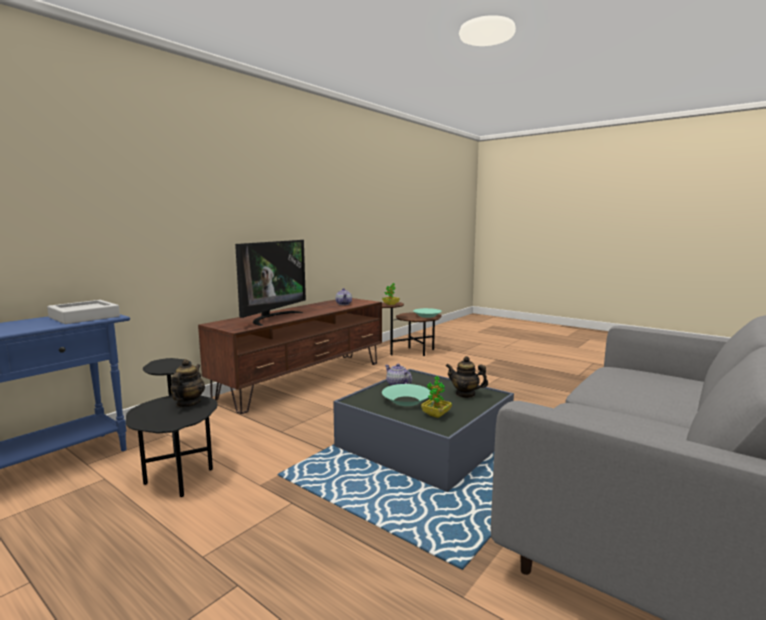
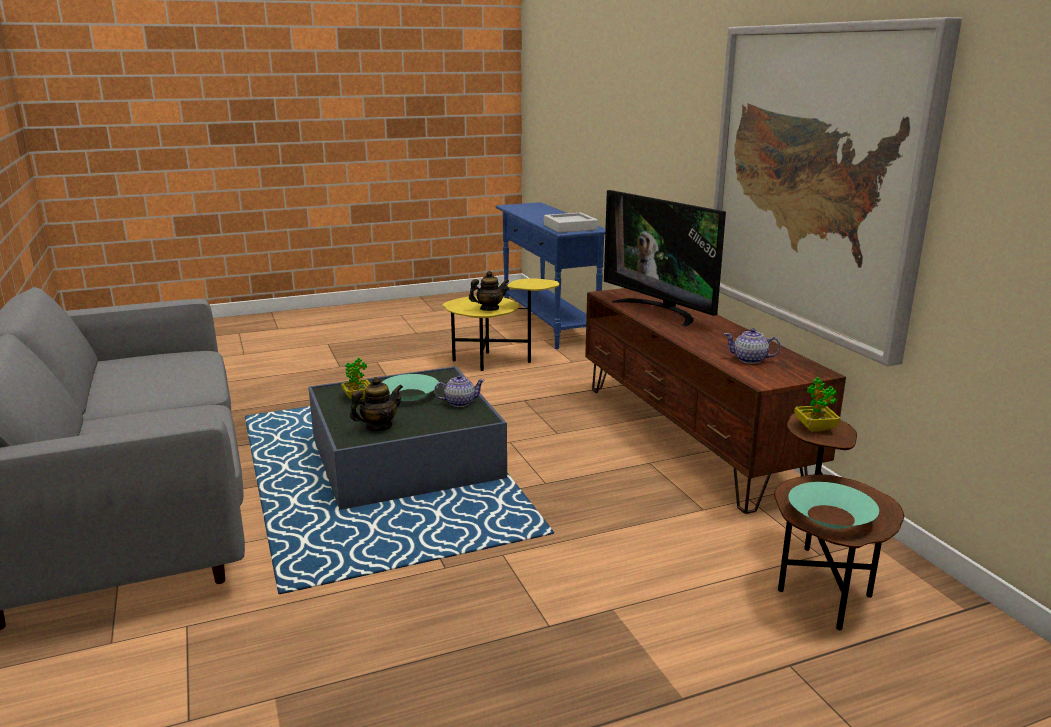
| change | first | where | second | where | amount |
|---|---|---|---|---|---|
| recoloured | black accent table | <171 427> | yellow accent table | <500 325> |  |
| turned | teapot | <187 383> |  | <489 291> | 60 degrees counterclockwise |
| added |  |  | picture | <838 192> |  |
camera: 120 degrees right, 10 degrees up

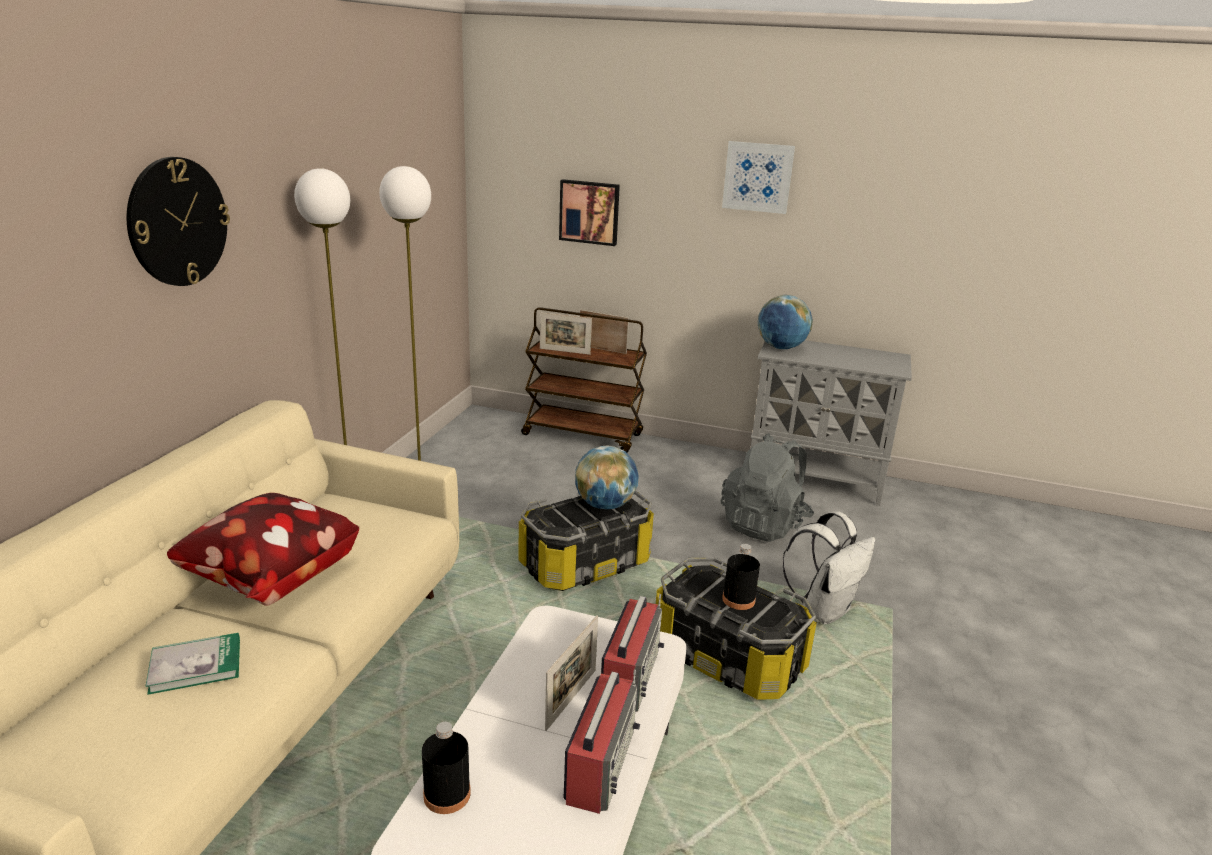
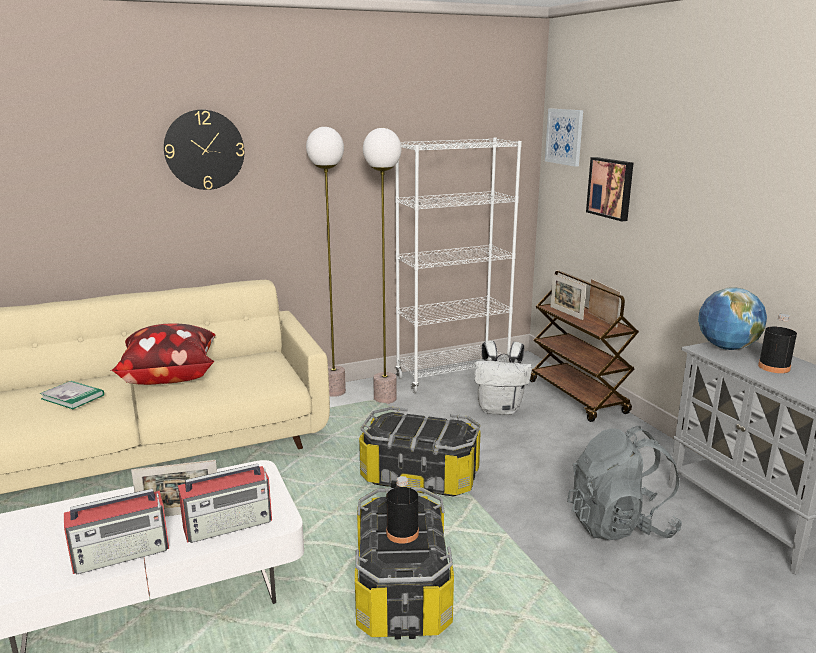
| change | first | where | second | where | amount |
|---|---|---|---|---|---|
| added |  |  | white bookshelf | <458 265> |  |
| moved | white rucksack | <829 567> |  | <503 378> |  |
| moved | picture | <758 177> |  | <564 138> |  |
| moved | black drink bottle | <446 768> |  | <777 343> |  |
| removed | desk globe | <607 477> |  |  |  |
camera: 50 degrees right, 5 degrees down

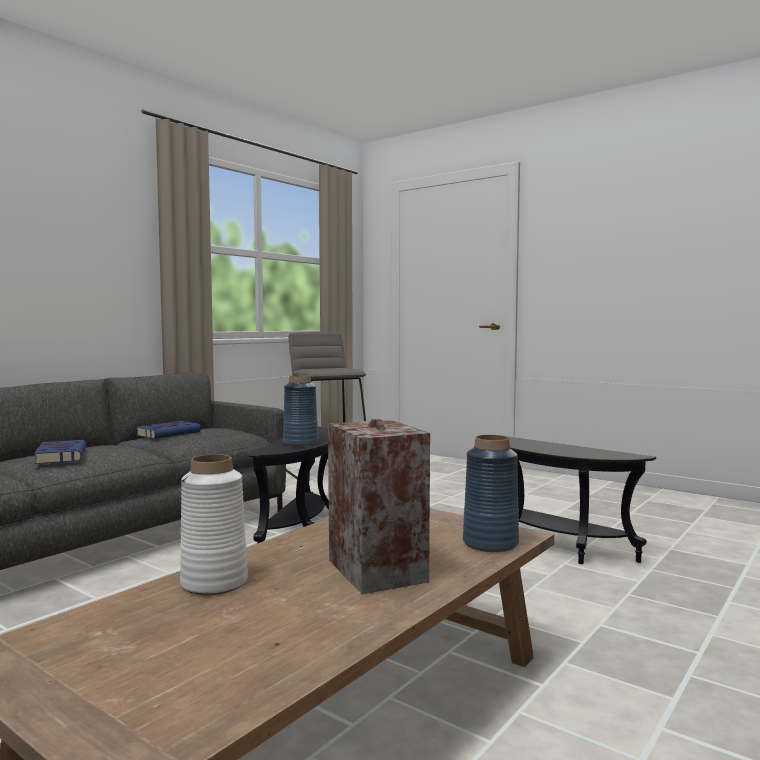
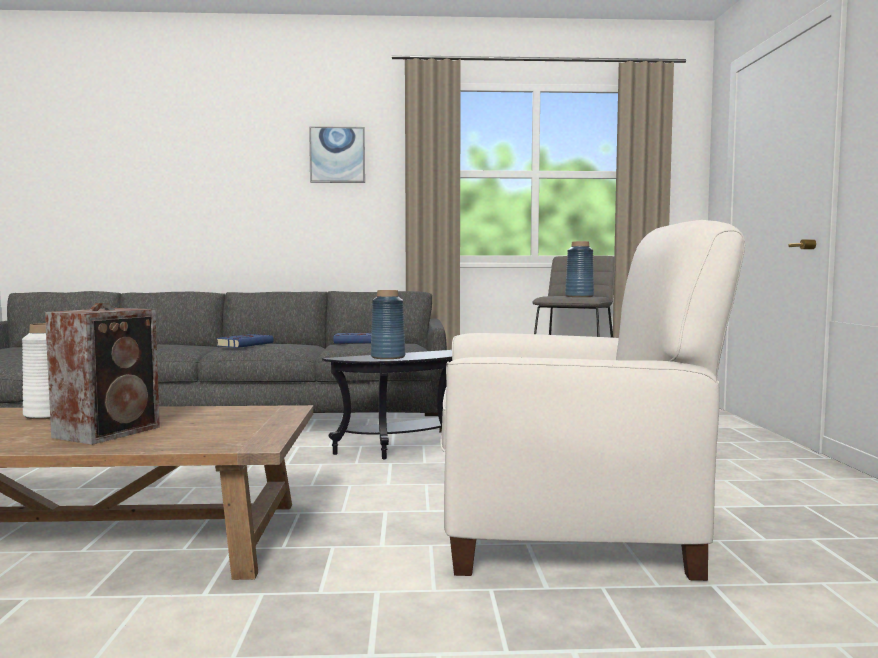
| change | first | where | second | where | amount |
|---|---|---|---|---|---|
| added |  |  | picture | <337 154> |  |
| replaced | black accent table | <582 500> | white armchair | <592 400> |  |
| moved | bluish vase | <491 493> |  | <579 269> |  |
camera: 50 degrees right, 0 degrees up

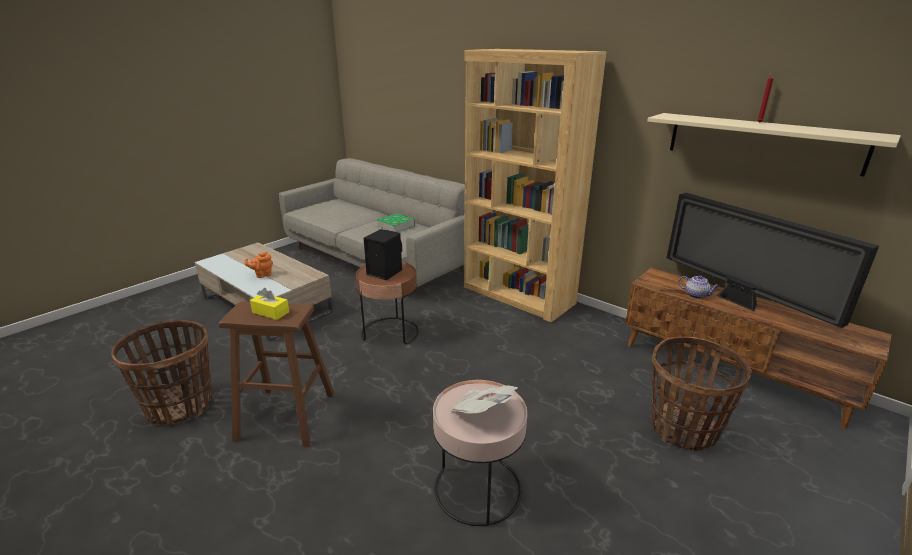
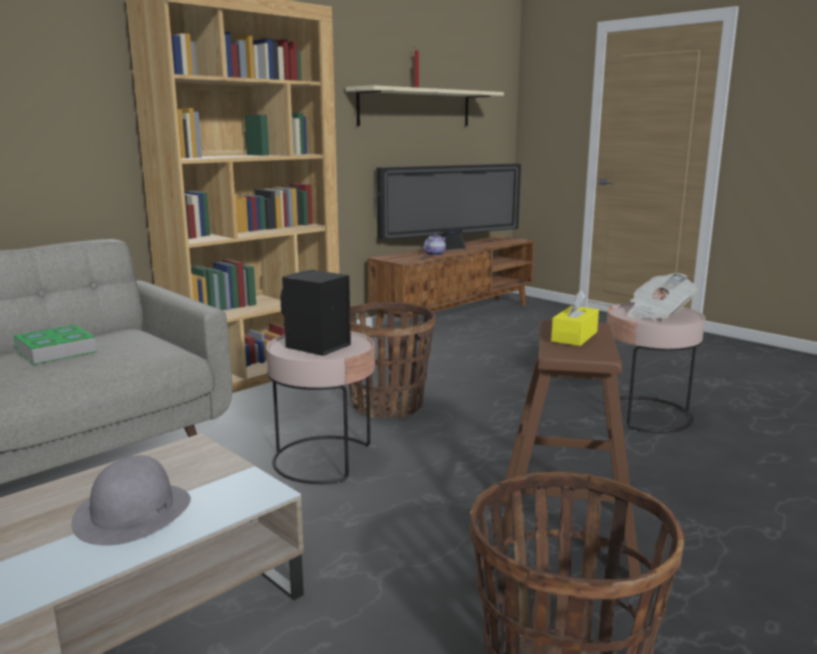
| change | first | where | second | where | amount |
|---|---|---|---|---|---|
| replaced | orange-coloured teapot | <259 265> | gray wearable hat | <131 500> |  |
| recoloured | brown accent table | <387 303> | pink-coloured accent table | <320 407> |  |
| moved | storage basket | <701 394> |  | <392 360> |  |
camera: 85 degrees left, 10 degrees down

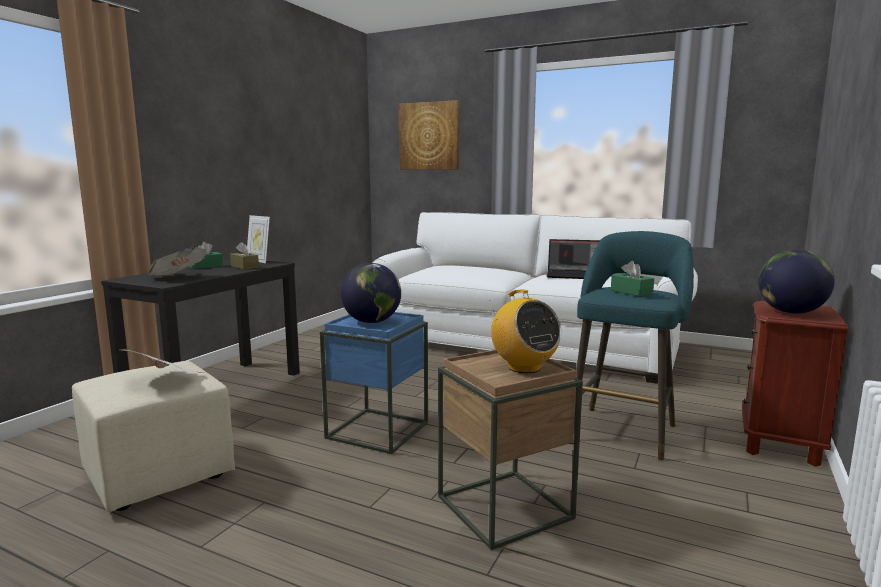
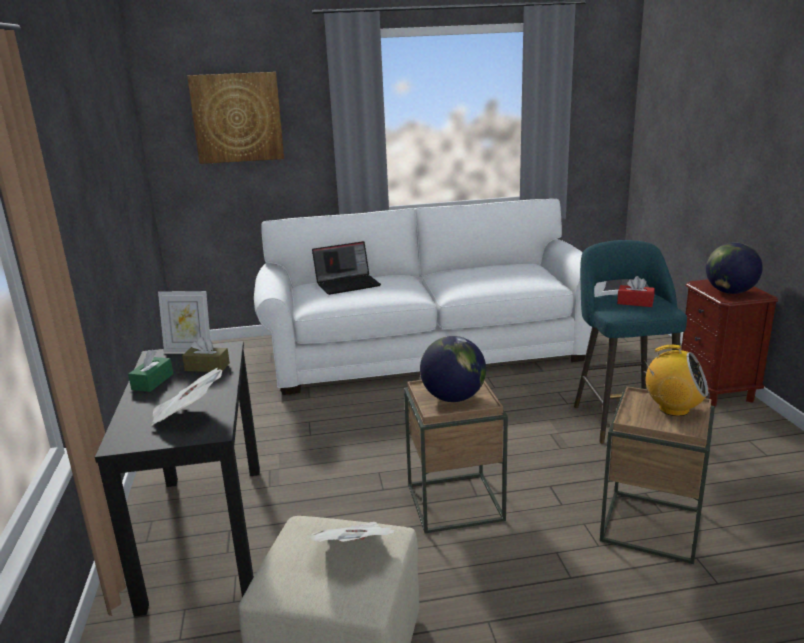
| change | first | where | second | where | amount |
|---|---|---|---|---|---|
| moved | portable computer | <573 259> |  | <346 268> |  |
| recoloured | bluish accent table | <374 383> | brown accent table | <456 457> |  |
| recoloured | greenish tissue holder | <632 278> | reddish tissue holder | <636 291> |  |
camera: 35 degrees left, 10 degrees up

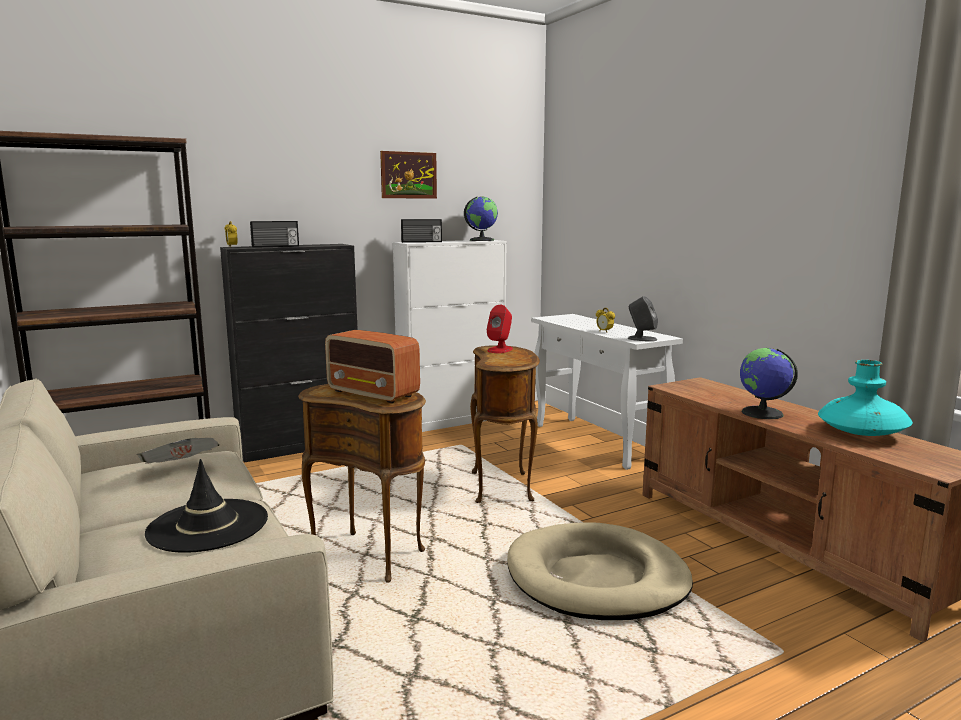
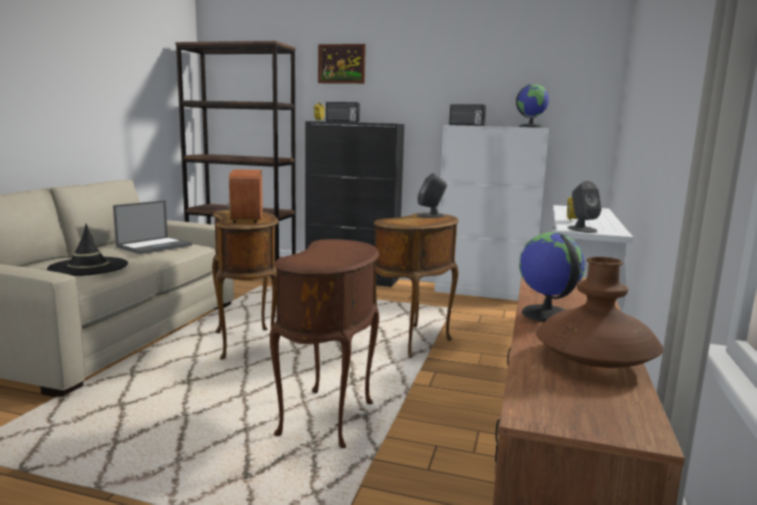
| change | first | where | second | where | amount |
|---|---|---|---|---|---|
| replaced | newspaper | <178 450> | portable computer | <152 227> |  |
| replaced | sand-coloured dog cushion | <600 571> | brown accent table | <324 343> |  |
| moved | picture | <408 174> |  | <342 64> |  |
| recoloured | reddish speaker | <500 329> | gray speaker | <432 195> |  |
| recoloured | turquoise vase | <865 398> | brown vase | <599 312> |  |
camera: 45 degrees right, 0 degrees up

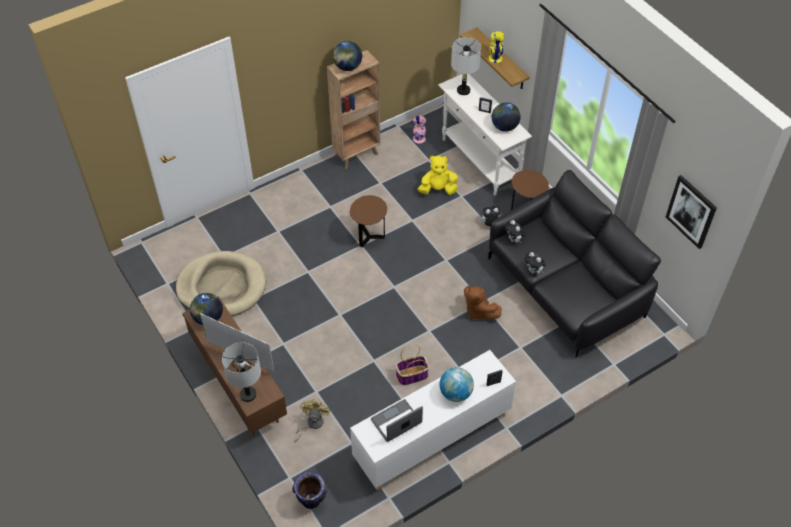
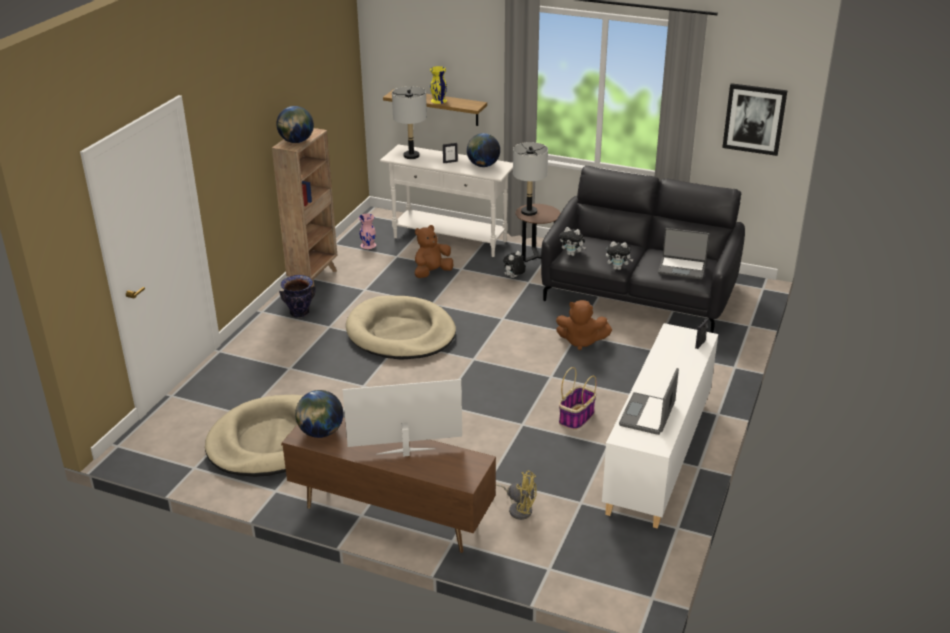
| change | first | where | second | where | amount |
|---|---|---|---|---|---|
| moved | vase | <310 490> |  | <297 296> |  |
| replaced | brown accent table | <368 221> | sand-coloured dog cushion | <401 328> |  |
| recoloured | yellow plush toy | <438 175> | brown plush toy | <434 251> |  |
| turned | yellow cooling fan | <312 420> |  | <516 495> | 135 degrees clockwise |
| moved | gray table lamp | <241 372> |  | <530 179> |  |
| added |  |  | portable computer | <683 254> |  |
| removed | desk globe | <456 384> |  |  |  |
camera: 35 degrees left, 20 degrees down

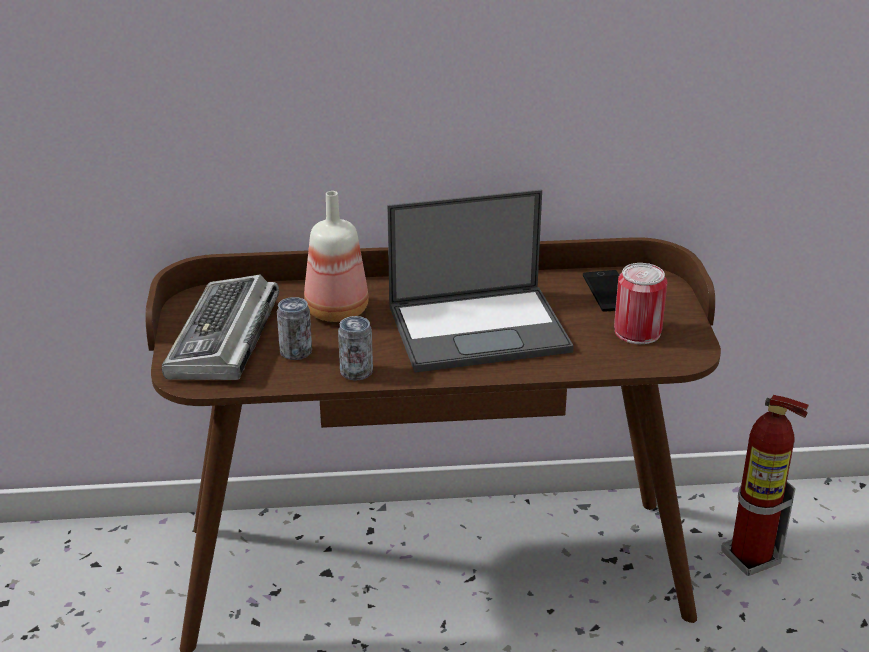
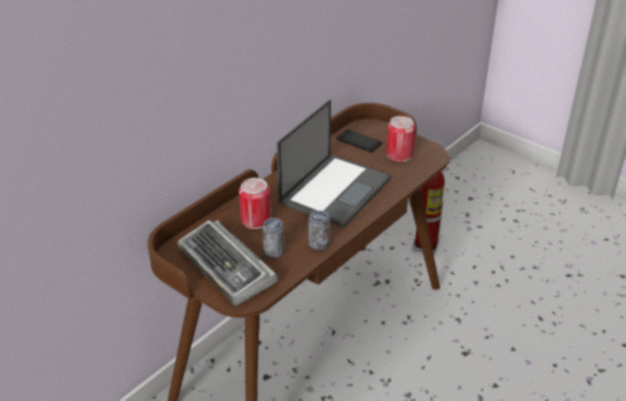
| change | first | where | second | where | amount |
|---|---|---|---|---|---|
| replaced | drink bottle | <336 256> | sealed can | <255 203> |  |
camera: 45 degrees left, 5 degrees up

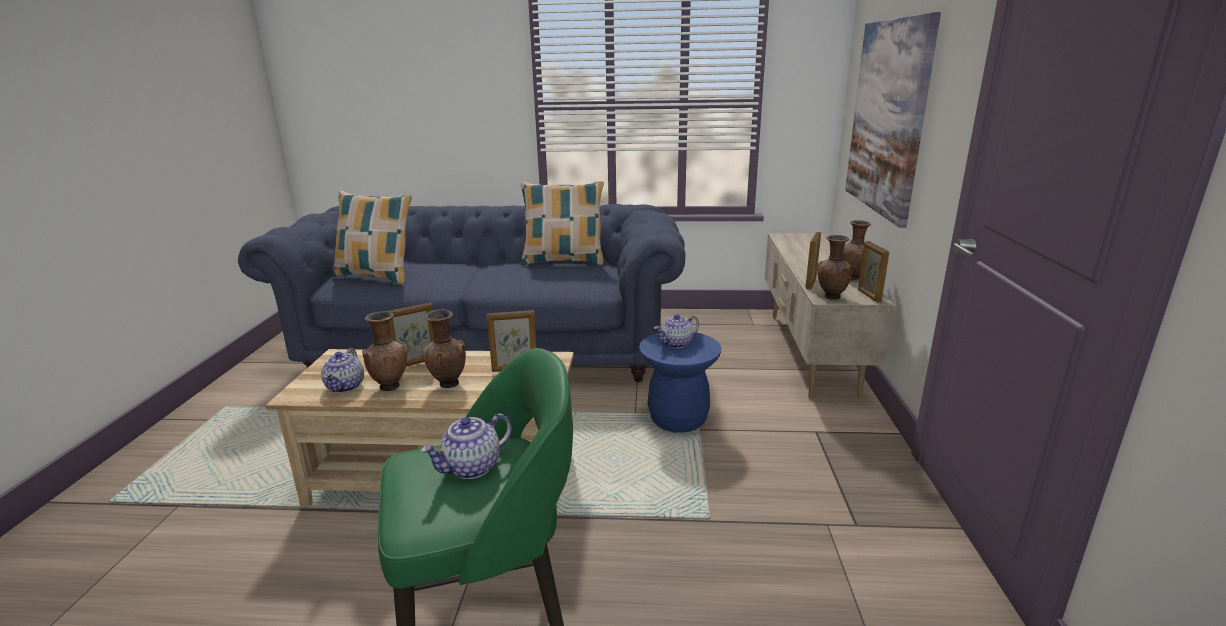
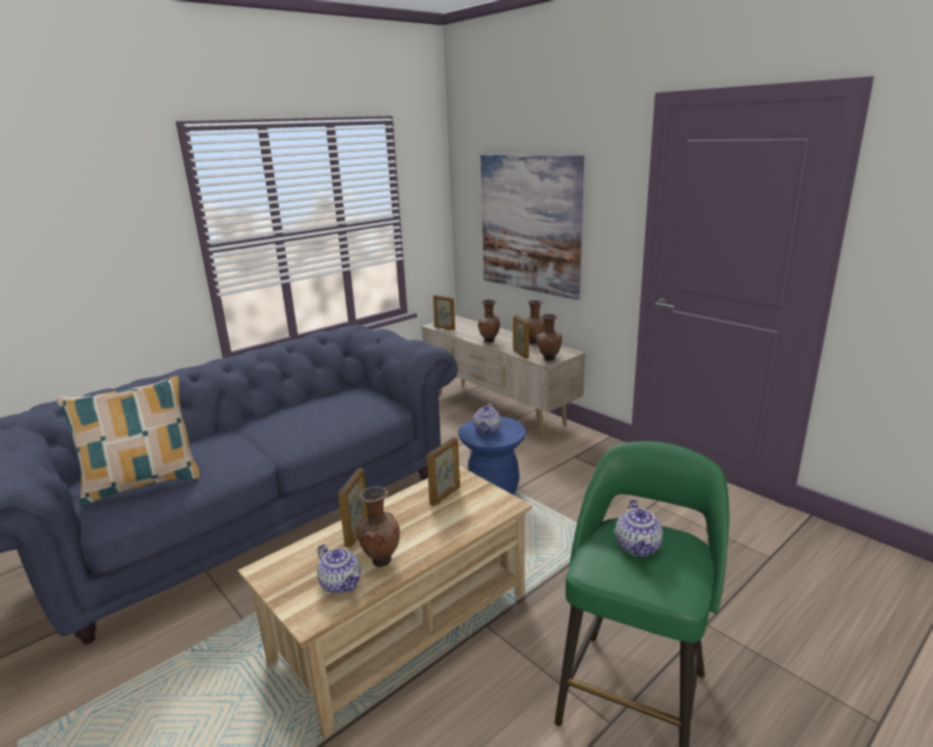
| change | first | where | second | where | amount |
|---|---|---|---|---|---|
| moved | standing frame | <873 272> |  | <444 312> |  |
| moved | brown vase | <444 349> |  | <489 321> |  |
| removed | cushion | <562 223> |  |  |  |
camera: 45 degrees left, 0 degrees up

